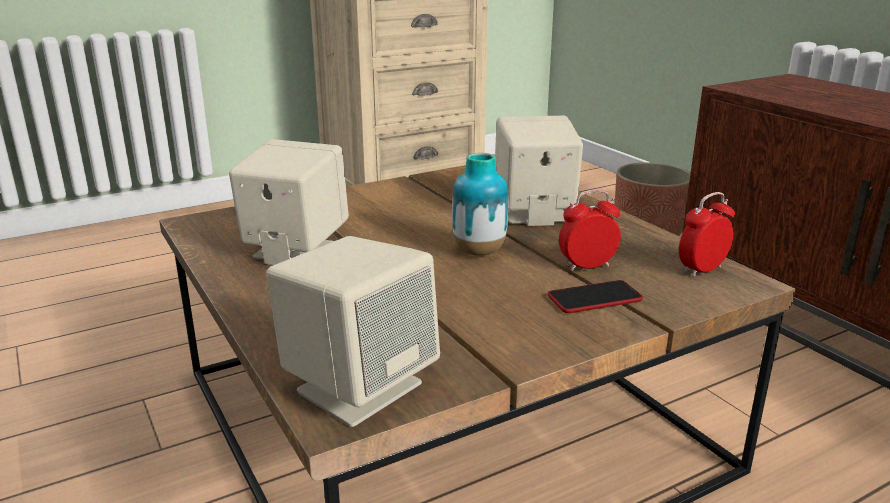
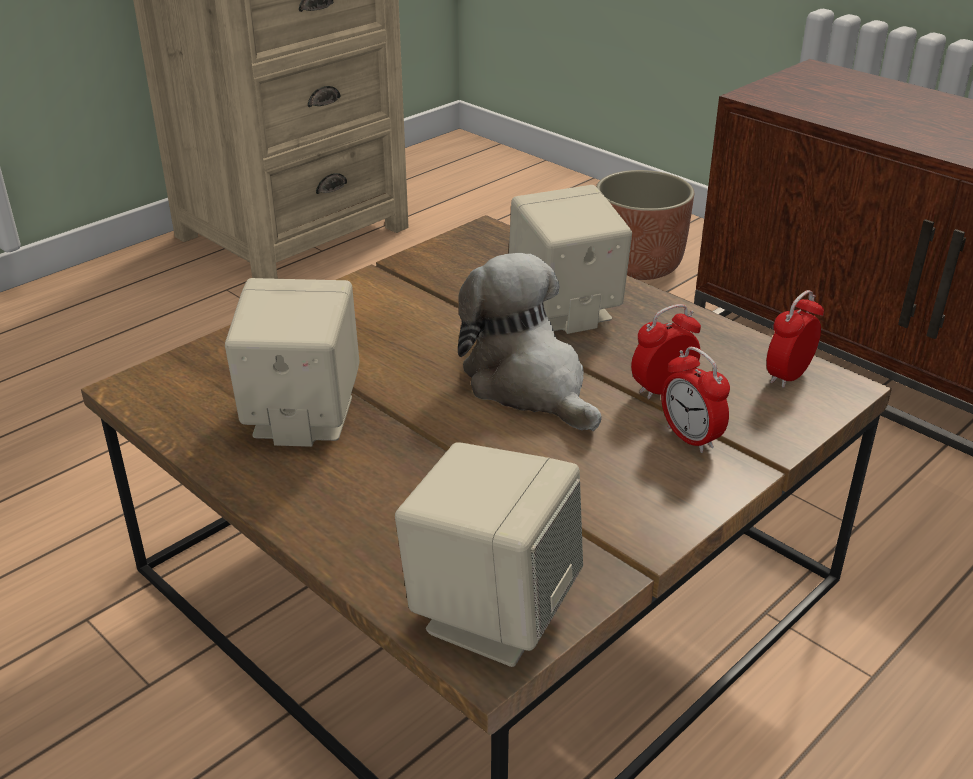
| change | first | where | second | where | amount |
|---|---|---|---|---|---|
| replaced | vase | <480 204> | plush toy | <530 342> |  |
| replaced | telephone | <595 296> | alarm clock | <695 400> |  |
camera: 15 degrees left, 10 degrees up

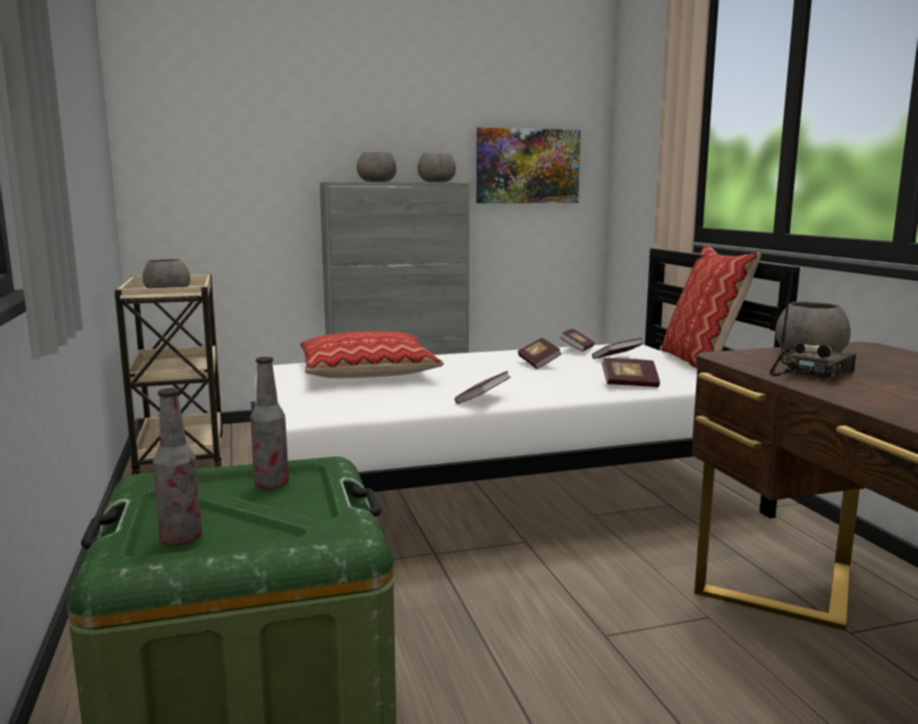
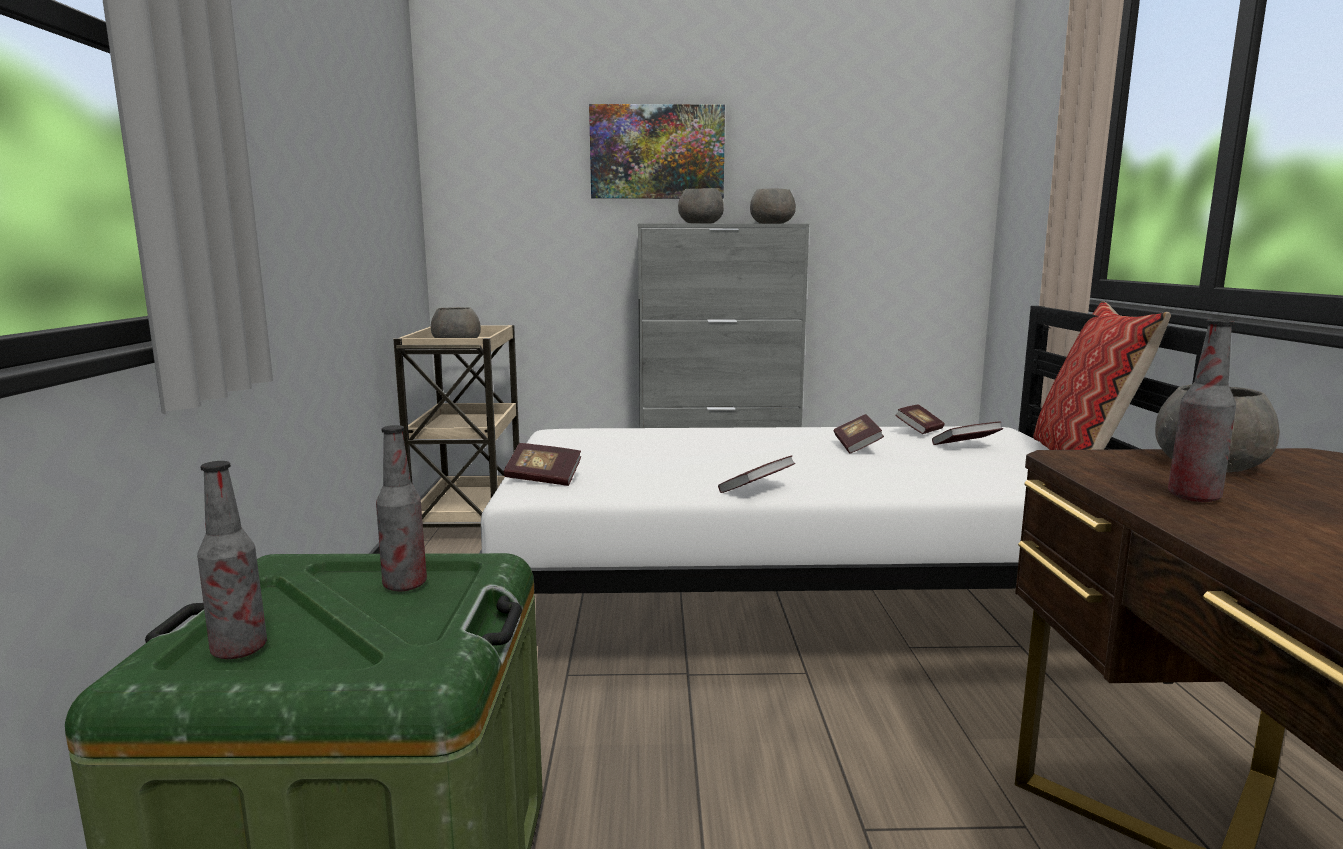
| change | first | where | second | where | amount |
|---|---|---|---|---|---|
| moved | volume | <631 372> |  | <542 464> |  |
| moved | picture | <528 165> |  | <657 151> |  |
| replaced | radio receiver | <812 322> | drink bottle | <1202 410> |  |
| removed | cushion | <372 354> |  |  |  |
camera: 15 degrees right, 0 degrees up

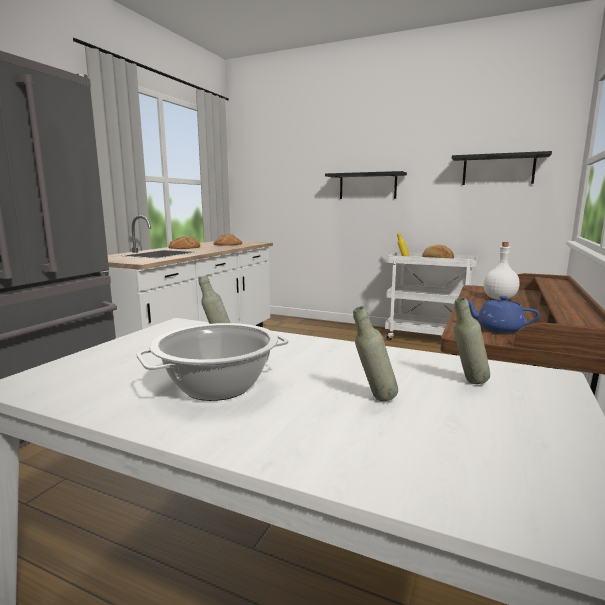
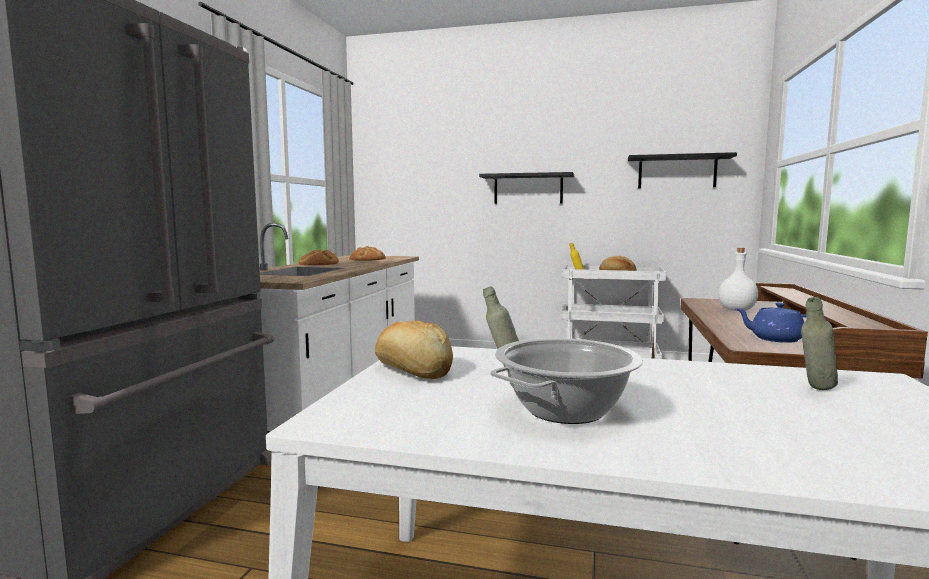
| change | first | where | second | where | amount |
|---|---|---|---|---|---|
| added |  |  | bakery bread | <414 349> |  |
| removed | gray drink bottle | <375 353> |  |  |  |
camera: 10 degrees left, 5 degrees down

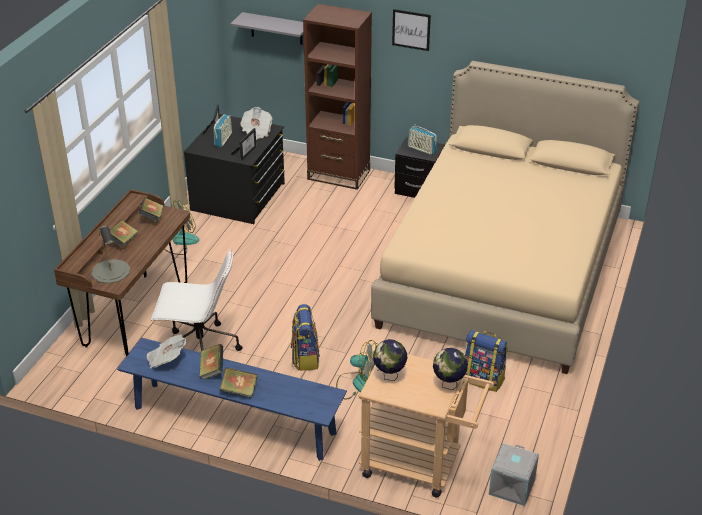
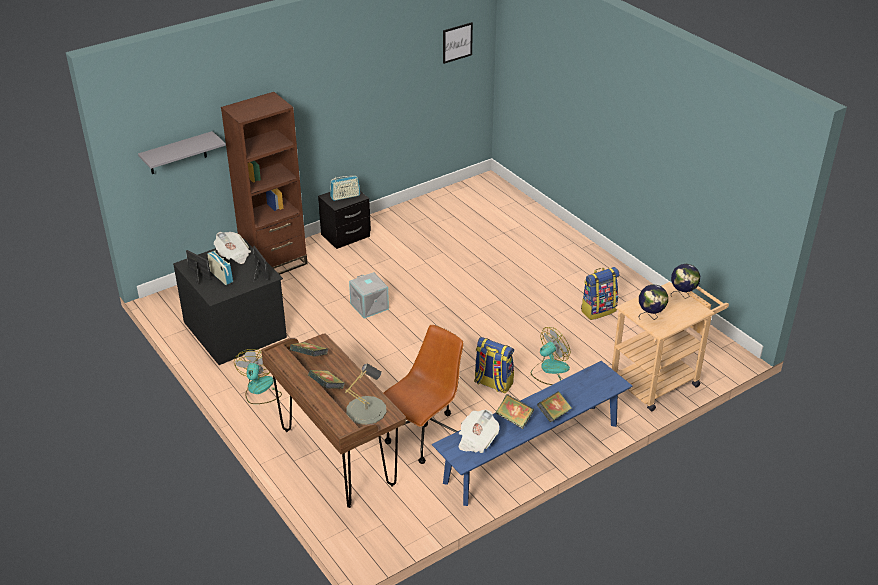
| change | first | where | second | where | amount |
|---|---|---|---|---|---|
| moved | gray storage container | <514 474> |  | <369 295> |  |
| recoloured | white desk chair | <196 300> | brown desk chair | <423 394> |  |
| moved | picture | <411 30> |  | <458 43> |  |
| removed | sand-coloured bedroom bed | <505 217> |  |  |  |
camera: 55 degrees left, 0 degrees up

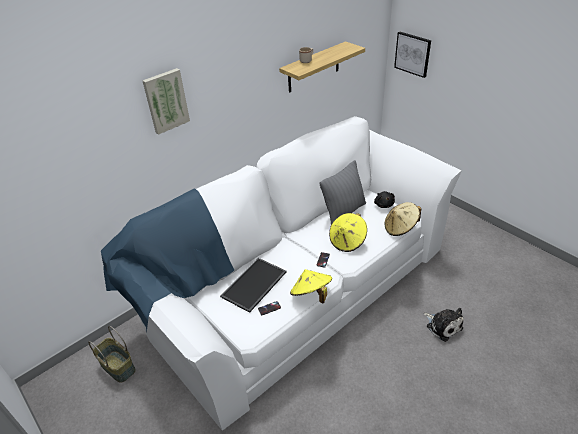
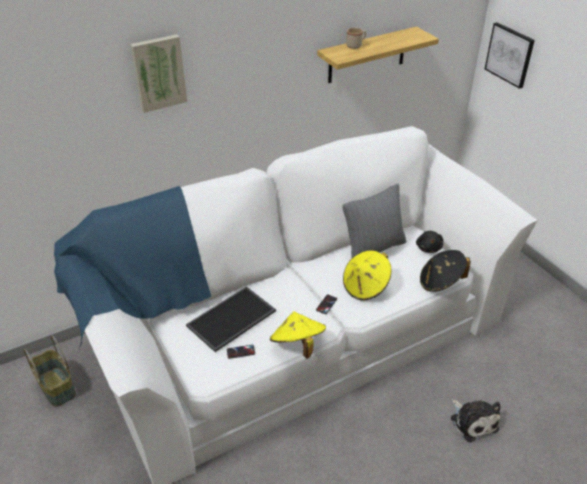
| change | first | where | second | where | amount |
|---|---|---|---|---|---|
| recoloured | sand-coloured wearable hat | <403 219> | black wearable hat | <445 271> |  |
camera: 10 degrees right, 0 degrees up

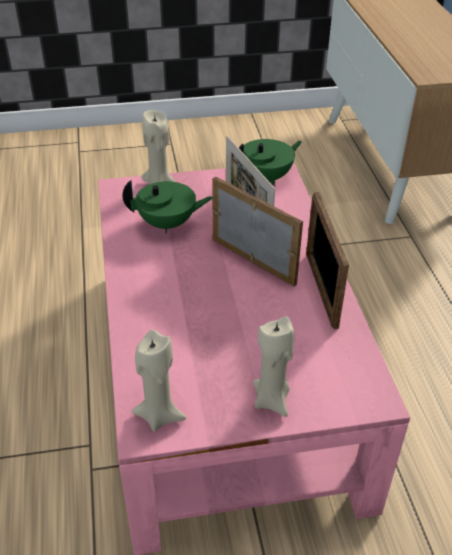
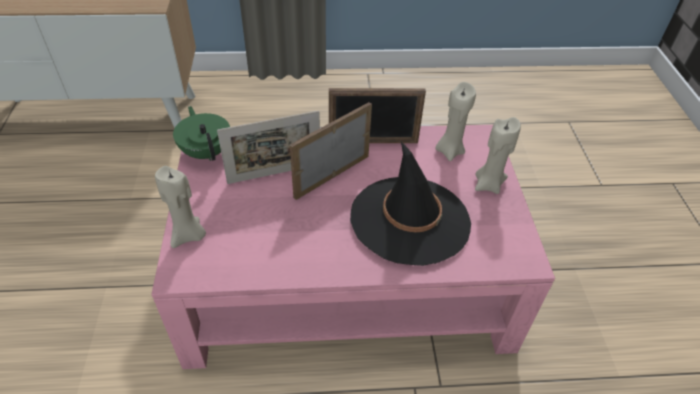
| change | first | where | second | where | amount |
|---|---|---|---|---|---|
| added |  |  | black wearable hat | <410 203> |  |
| moved | sand-coloured wax candle | <159 381> |  | <455 121> |  |
| removed | greenish teapot | <167 207> |  |  |  |
camera: 85 degrees left, 5 degrees up

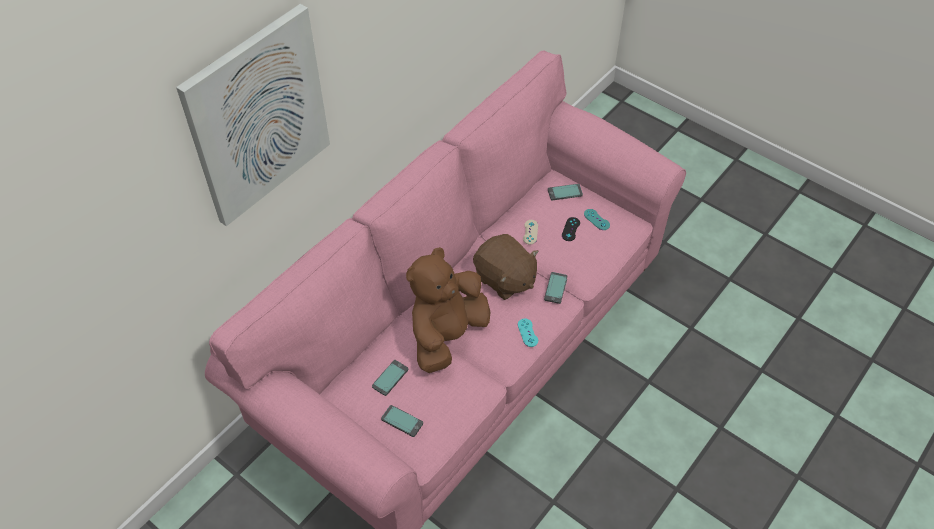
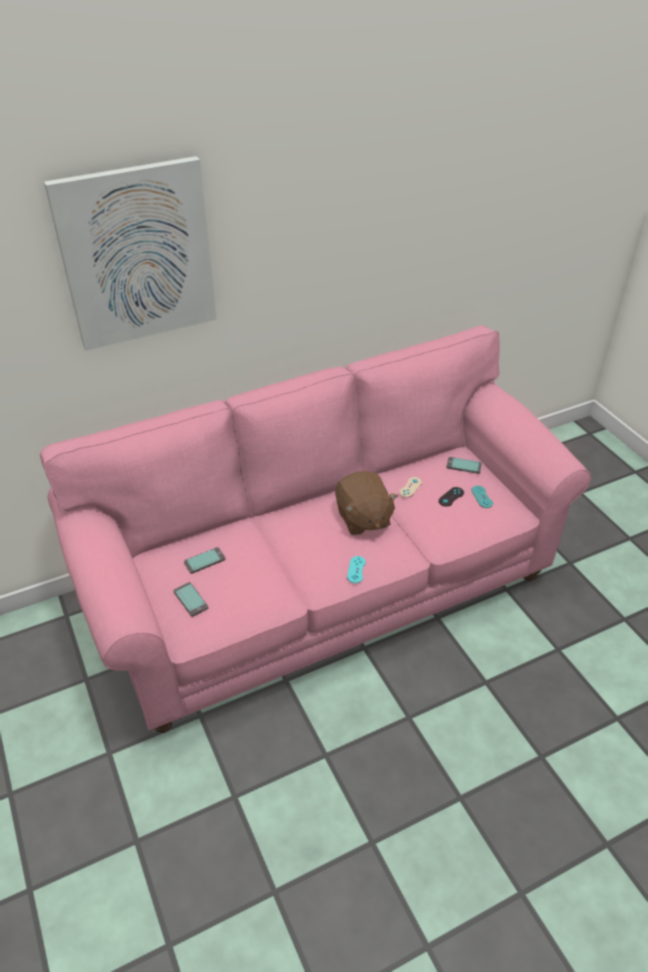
| change | first | where | second | where | amount |
|---|---|---|---|---|---|
| removed | brown plush toy | <448 310> |  |  |  |
| removed | telephone | <555 288> |  |  |  |
camera: 25 degrees right, 10 degrees down

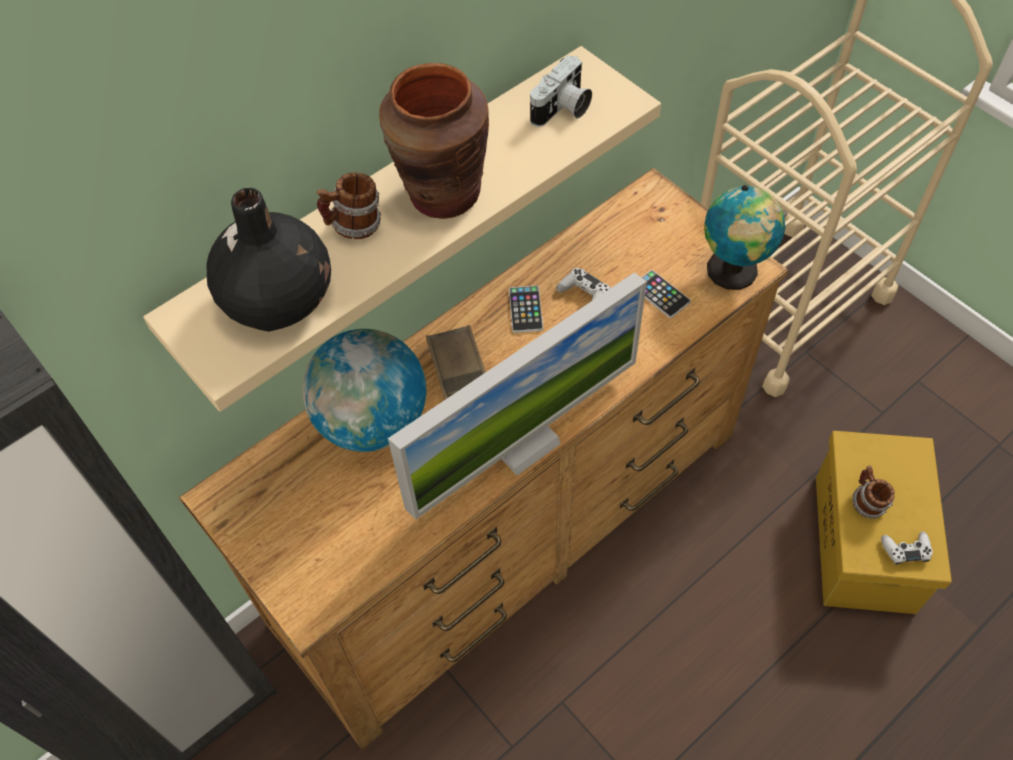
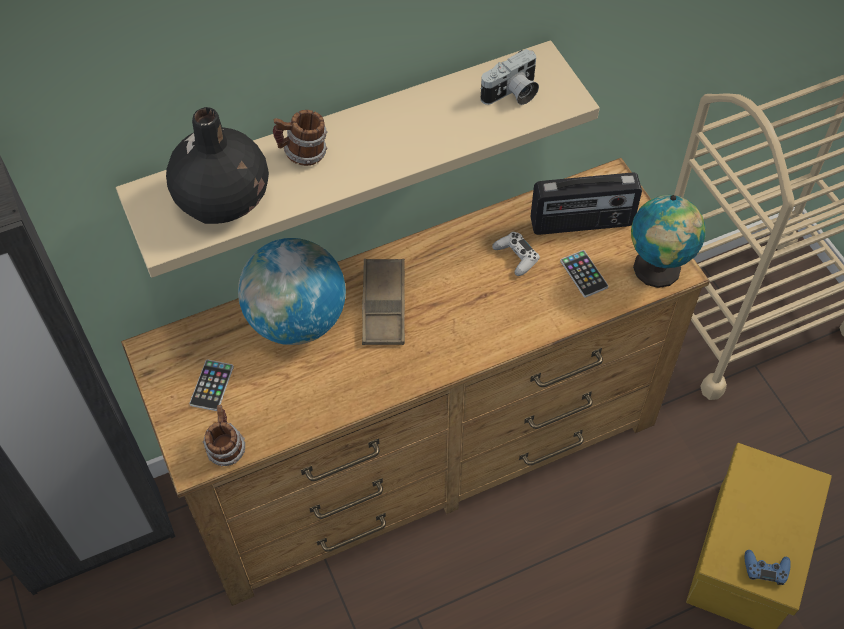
| change | first | where | second | where | amount |
|---|---|---|---|---|---|
| moved | telephone | <526 309> |  | <211 385> |  |
| moved | coffee mug | <873 492> |  | <224 435> |  |
| added |  |  | radio receiver | <586 203> |  |
| recoloured | white gamepad | <907 548> | bluish gamepad | <767 567> |  |
| removed | brown vase | <434 141> |  |  |  |
| removed | computer display | <517 396> |  |  |  |
camera: 15 degrees right, 0 degrees up

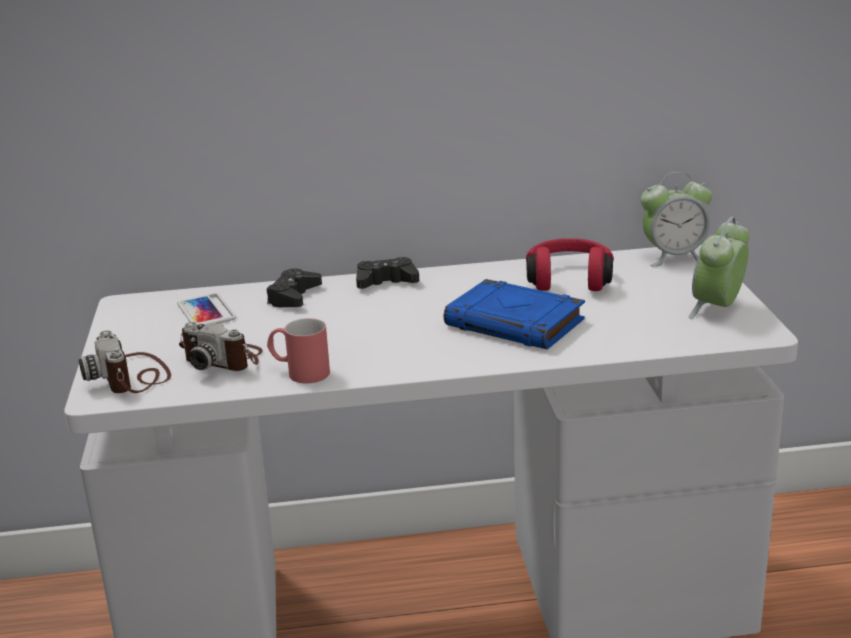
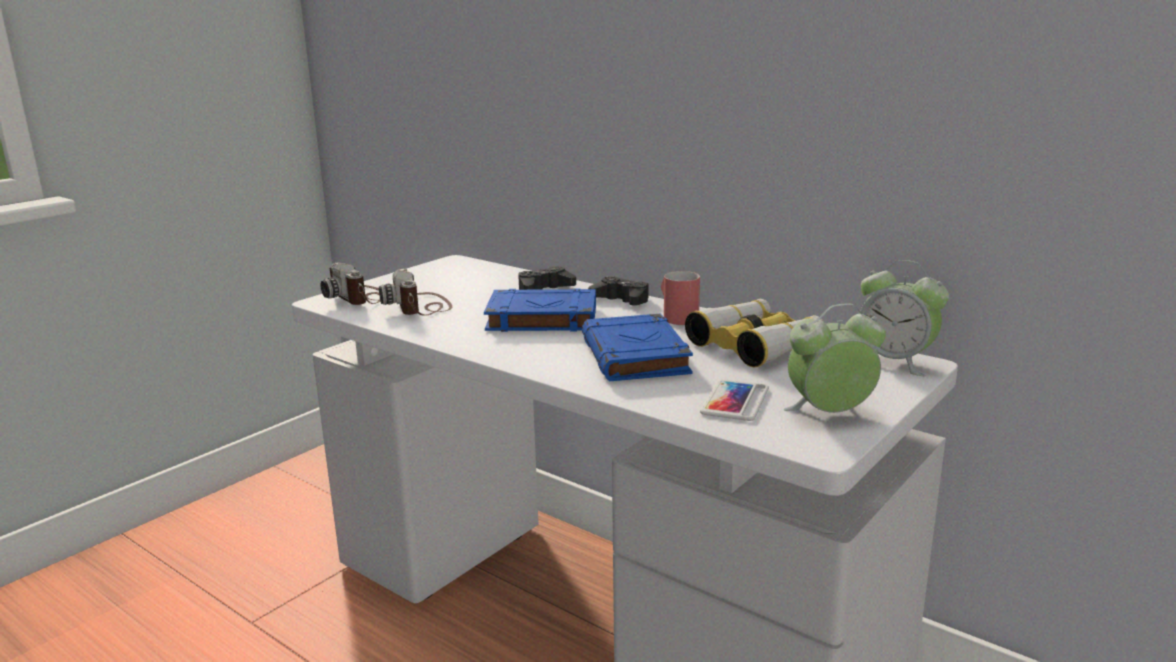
| change | first | where | second | where | amount |
|---|---|---|---|---|---|
| turned | photo camera | <125 361> |  | <350 284> | 60 degrees counterclockwise |
| added |  |  | bluish volume | <540 310> |  |
| moved | reddish coffee mug | <298 351> |  | <680 298> |  |
| replaced | reddish headphones | <570 264> | pair of binoculars | <754 333> |  |
| moved | telephone | <206 308> |  | <734 400> |  |
camera: 45 degrees right, 5 degrees down

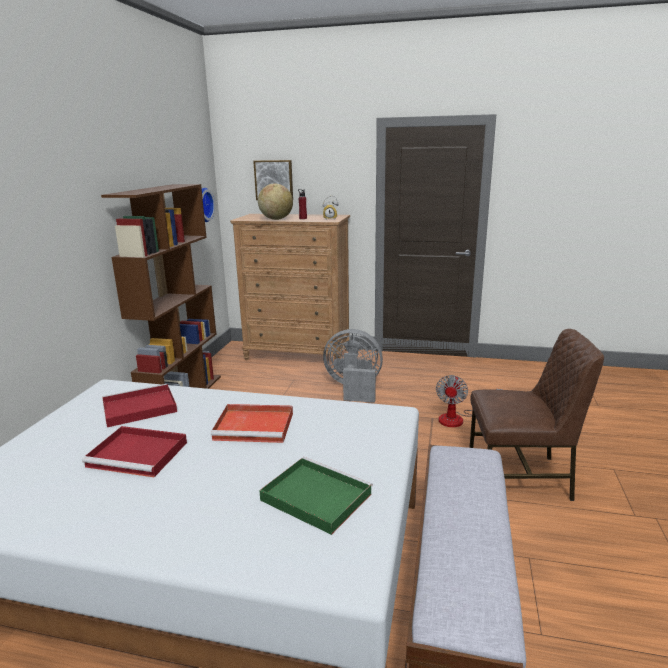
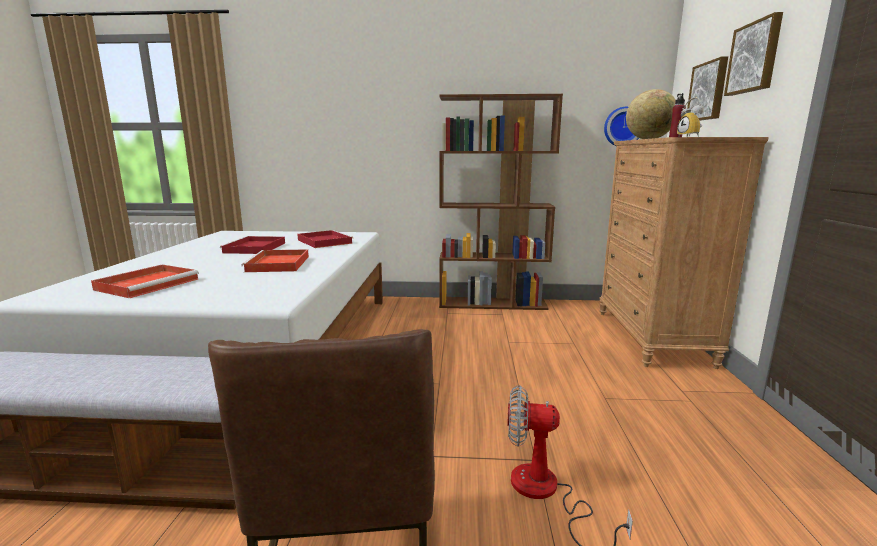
| change | first | where | second | where | amount |
|---|---|---|---|---|---|
| recoloured | greenish serving tray | <316 496> | reddish serving tray | <145 281> |  |
| added |  |  | picture | <753 54> |  |
| removed | gray cooling fan | <353 366> |  |  |  |
camera: 80 degrees right, 5 degrees down

